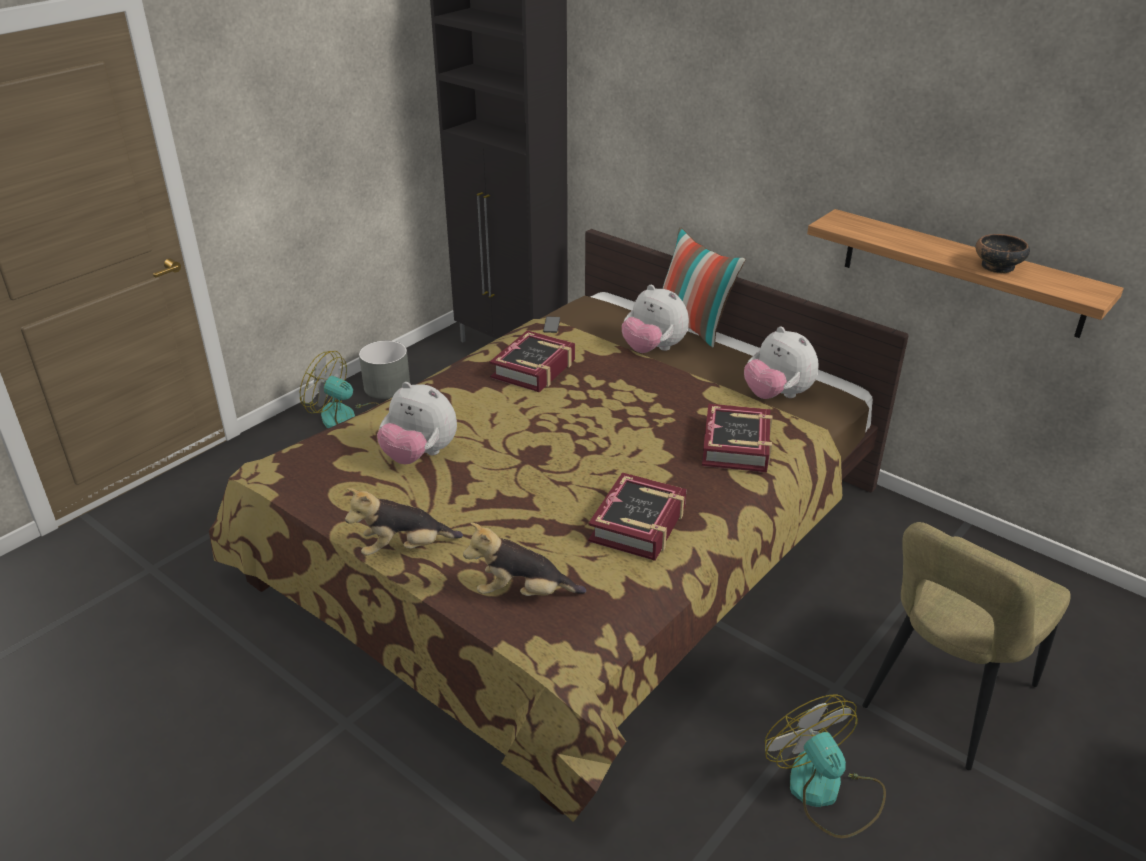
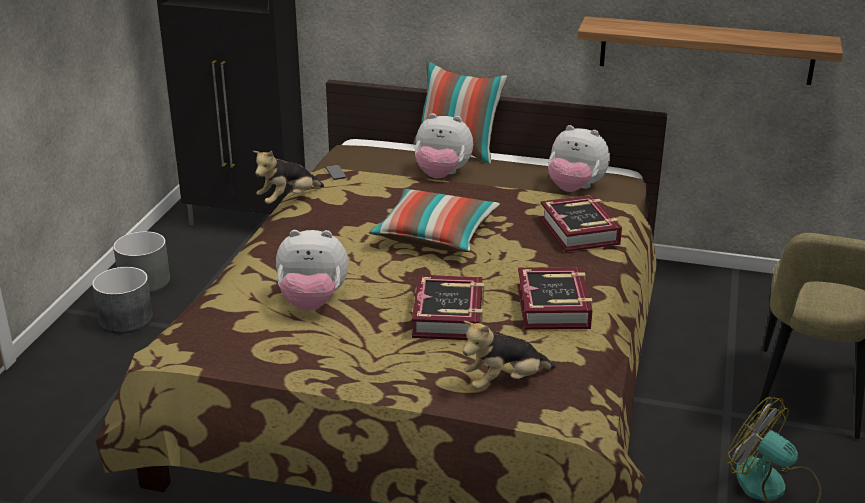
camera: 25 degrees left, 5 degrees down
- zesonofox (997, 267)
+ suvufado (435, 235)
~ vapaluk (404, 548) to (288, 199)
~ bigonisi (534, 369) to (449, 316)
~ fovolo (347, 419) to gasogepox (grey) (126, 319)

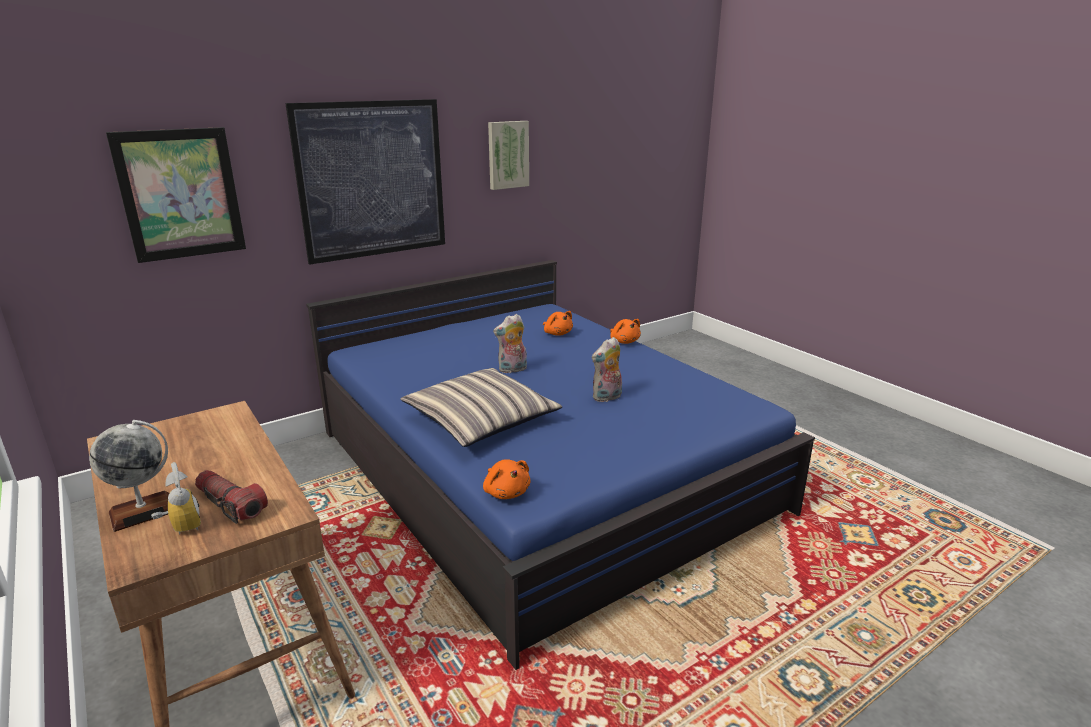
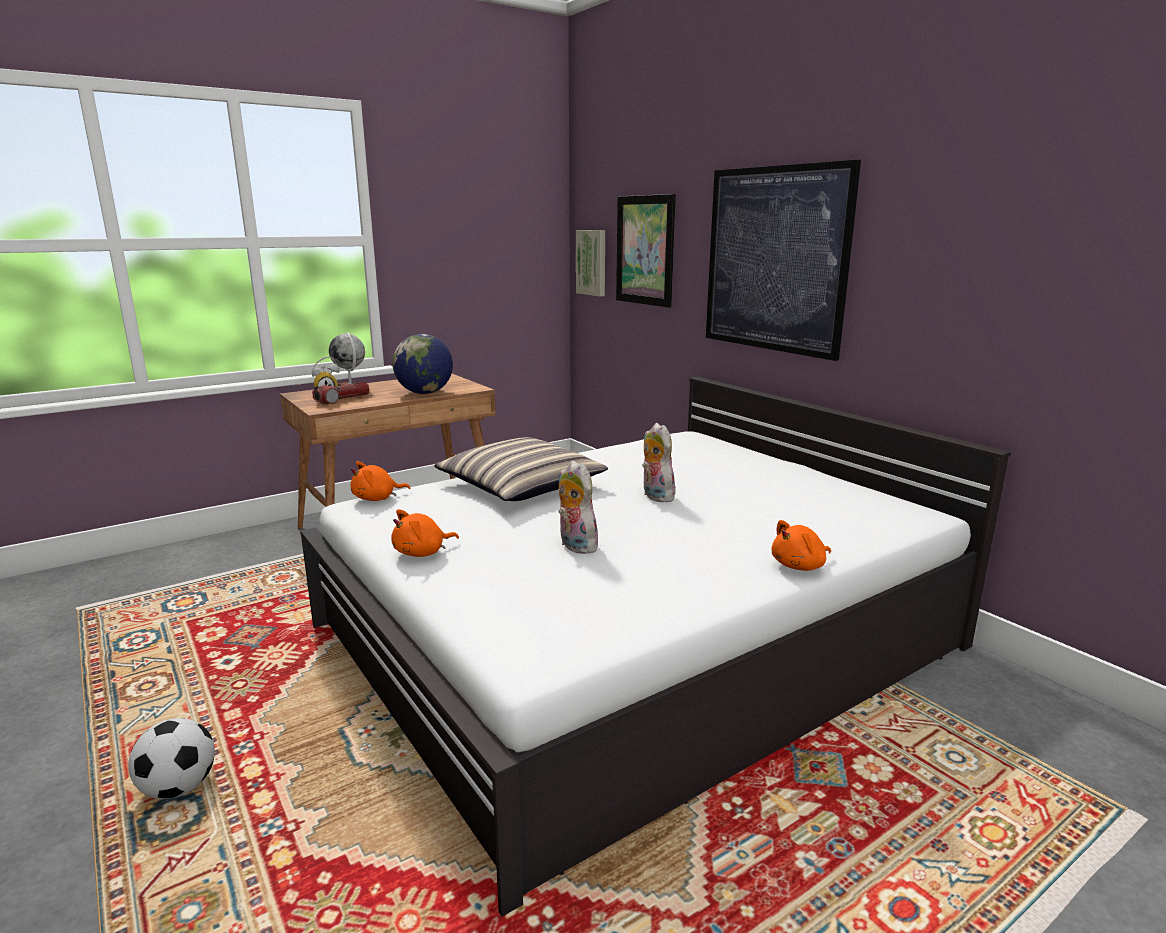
camera: 90 degrees right, 5 degrees down
+ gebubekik (178, 788)
+ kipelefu (425, 393)
~ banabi (507, 154) to (592, 262)
~ vapaluk (orange) (557, 333) to (422, 553)
~ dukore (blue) (538, 469) to dukore (white) (637, 636)

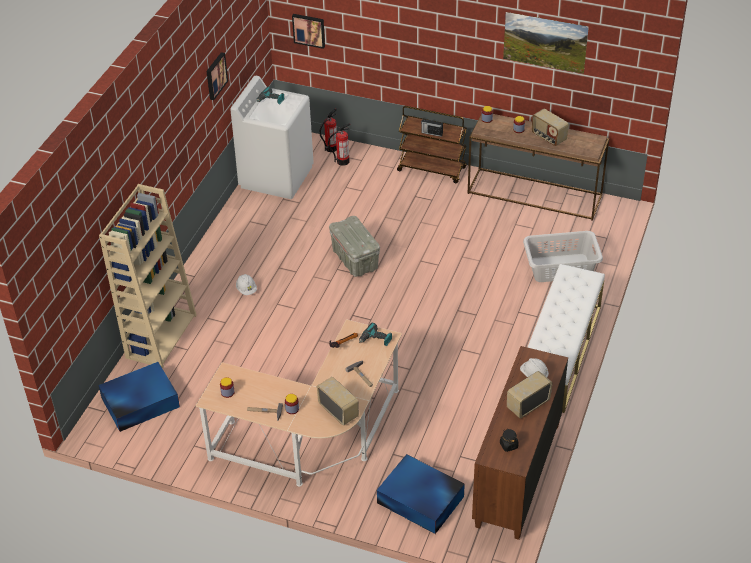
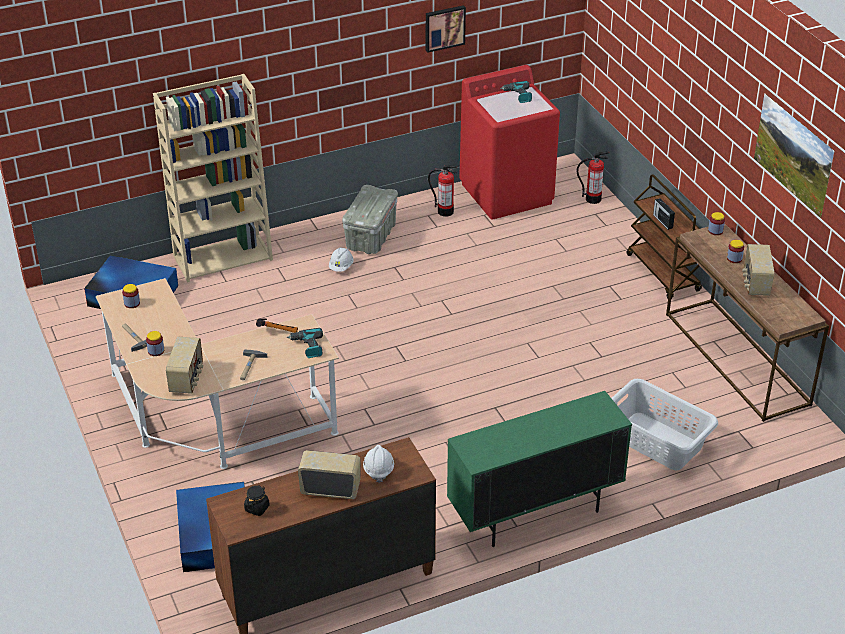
camera: 45 degrees right, 5 degrees down
- banabi (309, 30)
~ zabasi (343, 161) to (445, 211)
~ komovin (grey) (354, 259) to (371, 236)
~ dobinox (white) (560, 352) to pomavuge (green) (534, 513)
~ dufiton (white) (276, 176) to dufiton (red) (507, 193)

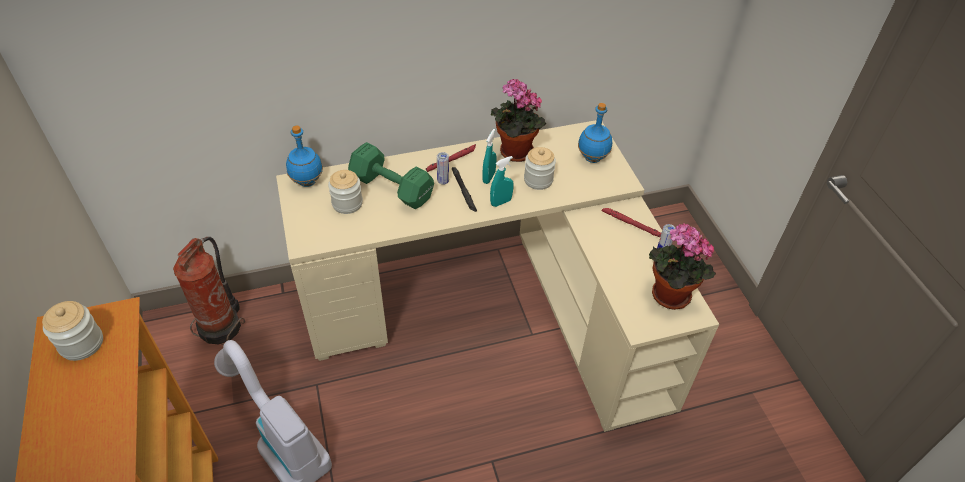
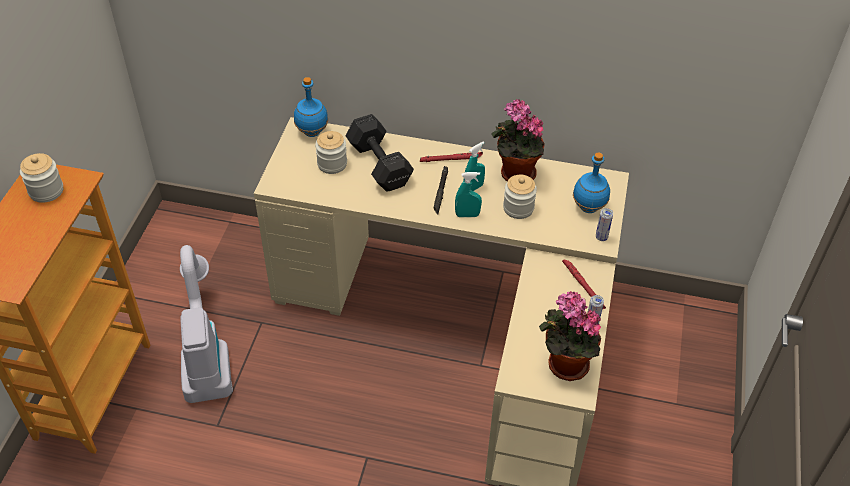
camera: 30 degrees right, 0 degrees up
- zabasi (222, 326)
~ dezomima (443, 181) to (601, 237)
~ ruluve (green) (393, 189) to ruluve (black) (379, 166)

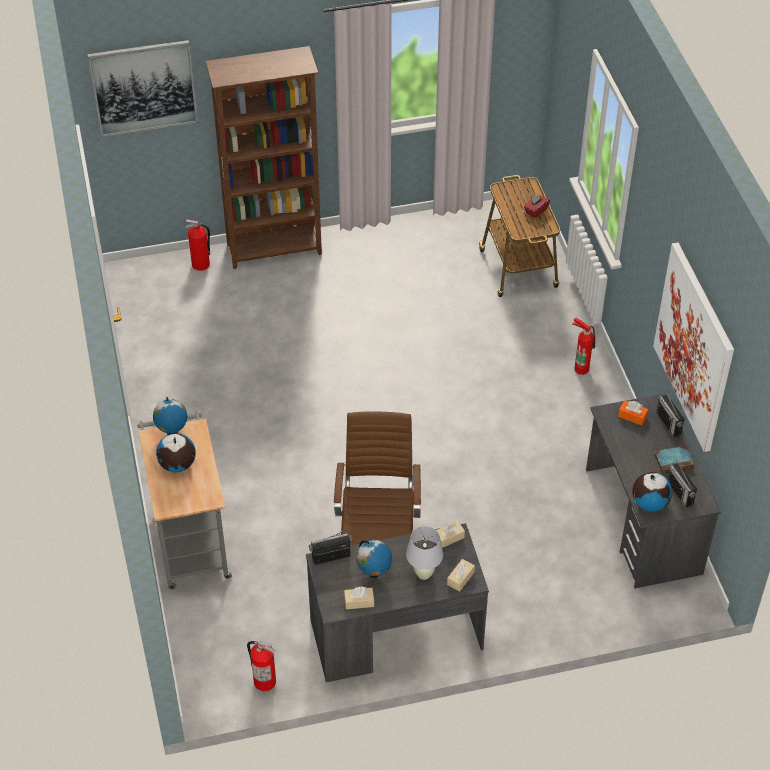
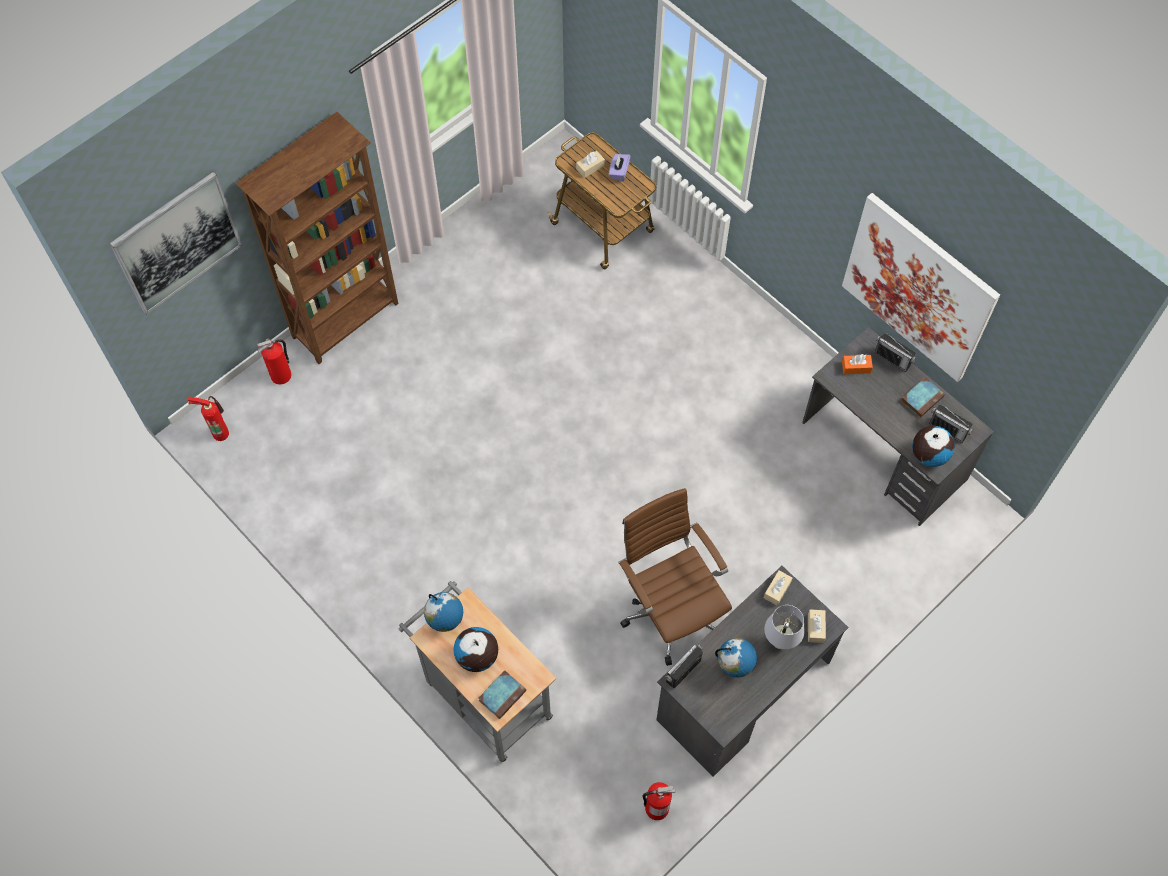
camera: 30 degrees left, 15 degrees up
+ bigonisi (502, 694)
~ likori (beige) (359, 602) to (590, 167)
~ zabasi (581, 367) to (220, 432)
~ likori (red) (536, 211) to likori (purple) (619, 172)

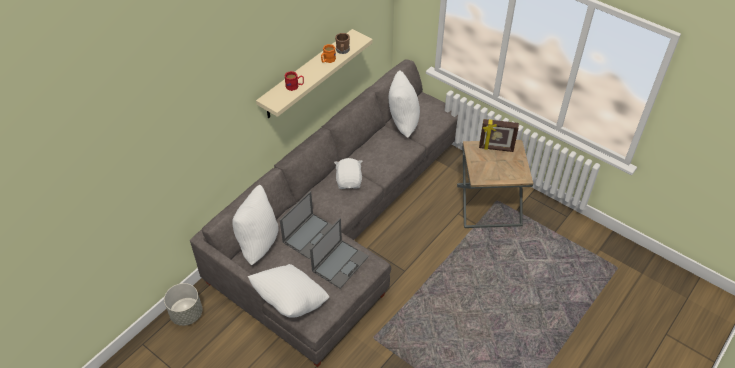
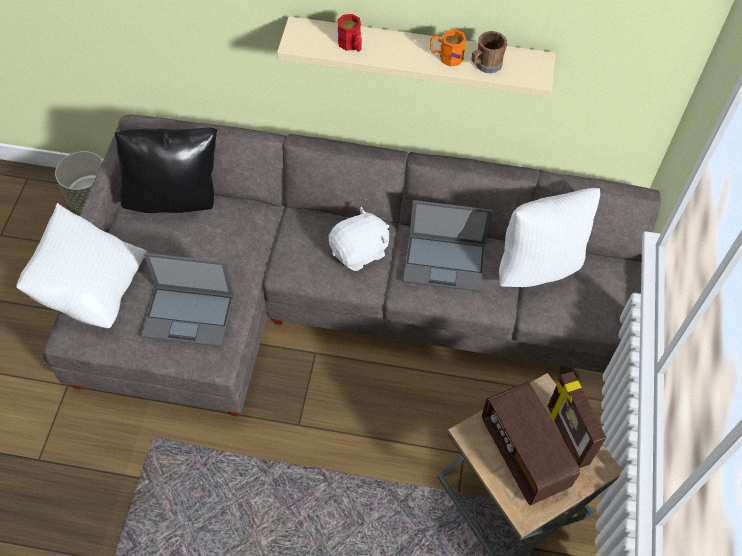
camera: 60 degrees right, 10 degrees up
+ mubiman (524, 453)
~ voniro (310, 235) to (445, 262)
~ suvufado (white) (258, 243) to suvufado (black) (175, 199)

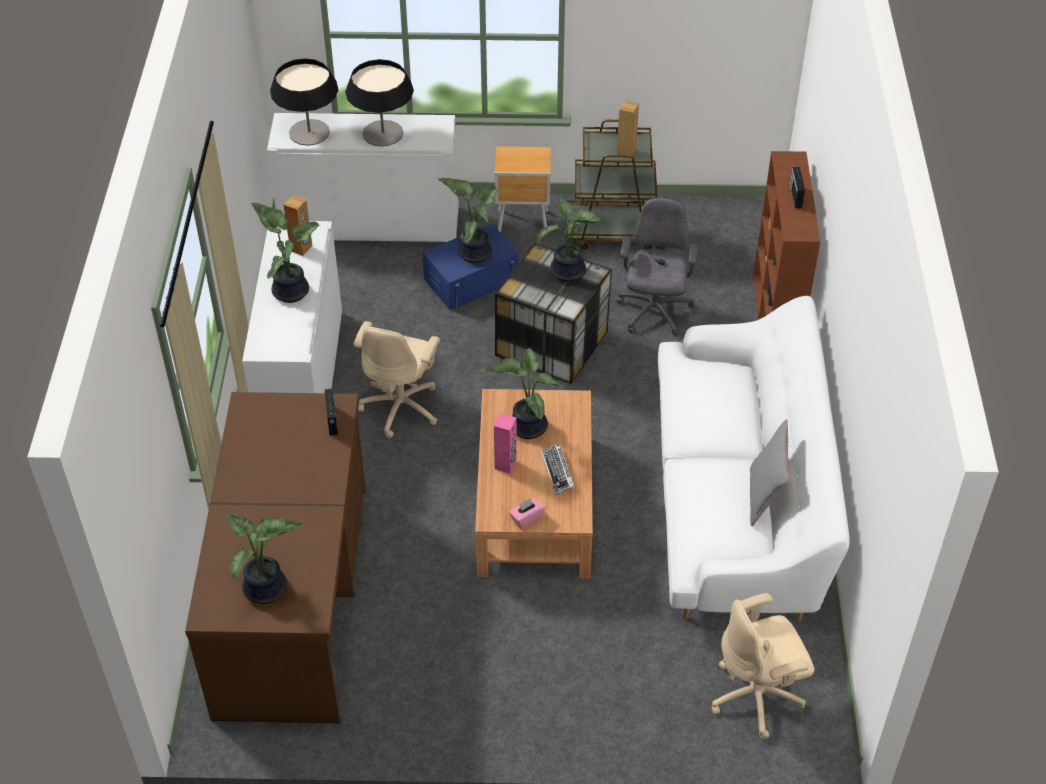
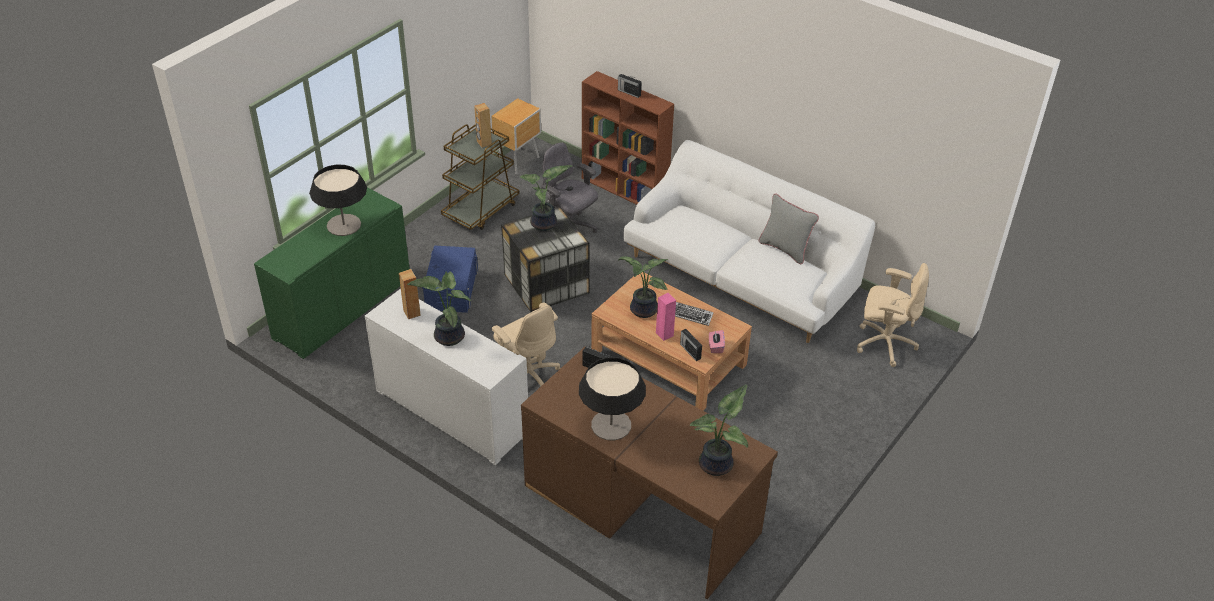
camera: 55 degrees left, 5 degrees down
- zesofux (474, 252)
+ mubiman (690, 351)
~ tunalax (309, 132) to (611, 425)
~ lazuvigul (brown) (524, 223) to (519, 161)
~ pomavuge (white) (370, 224) to pomavuge (green) (343, 308)
~ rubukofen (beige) (757, 696) = (884, 343) 90 degrees counterclockwise

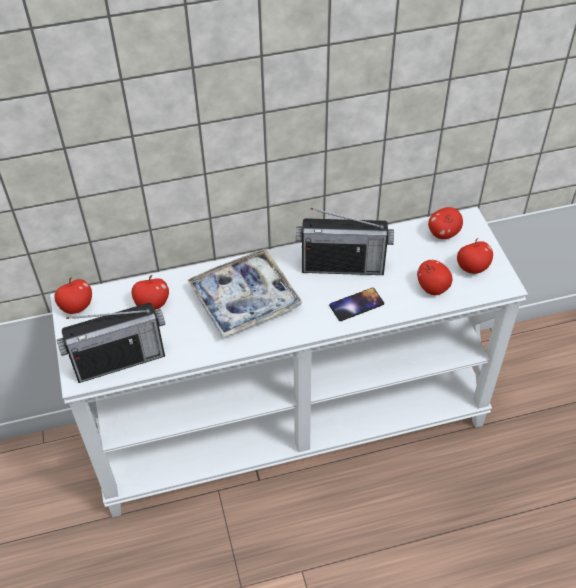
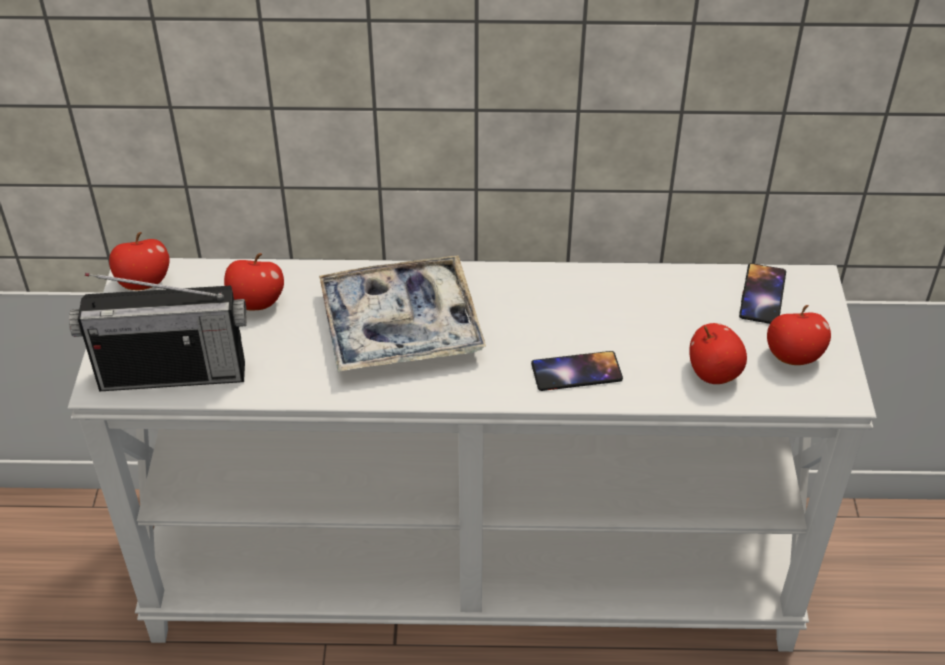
camera: 15 degrees right, 5 degrees down
- mubiman (342, 266)
~ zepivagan (443, 233) to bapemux (762, 294)

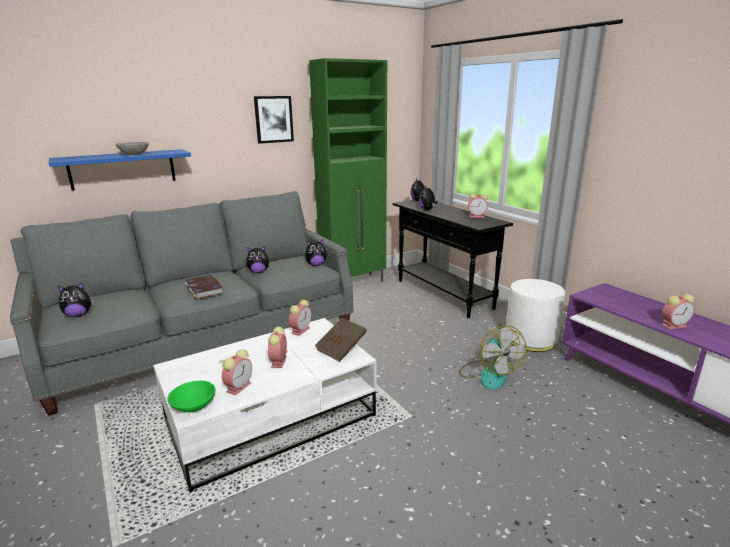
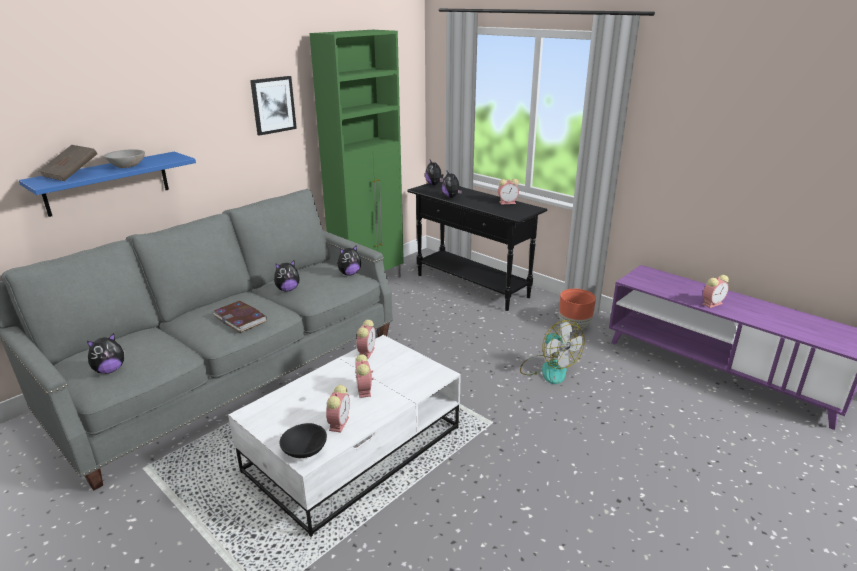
camera: 15 degrees left, 5 degrees up
~ bigonisi (brown) (341, 349) to (71, 174)
~ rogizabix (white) (530, 339) to gasogepox (brown) (574, 326)
~ zesonofox (green) (194, 406) to zesonofox (black) (305, 451)

